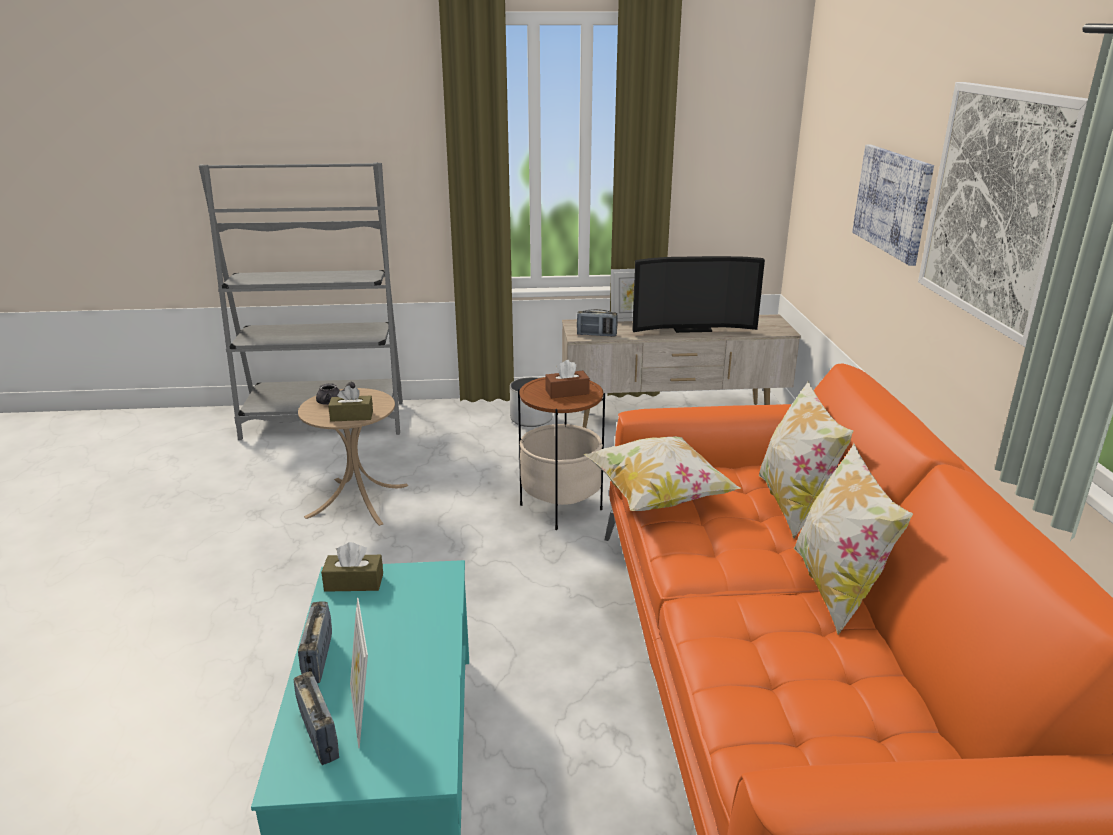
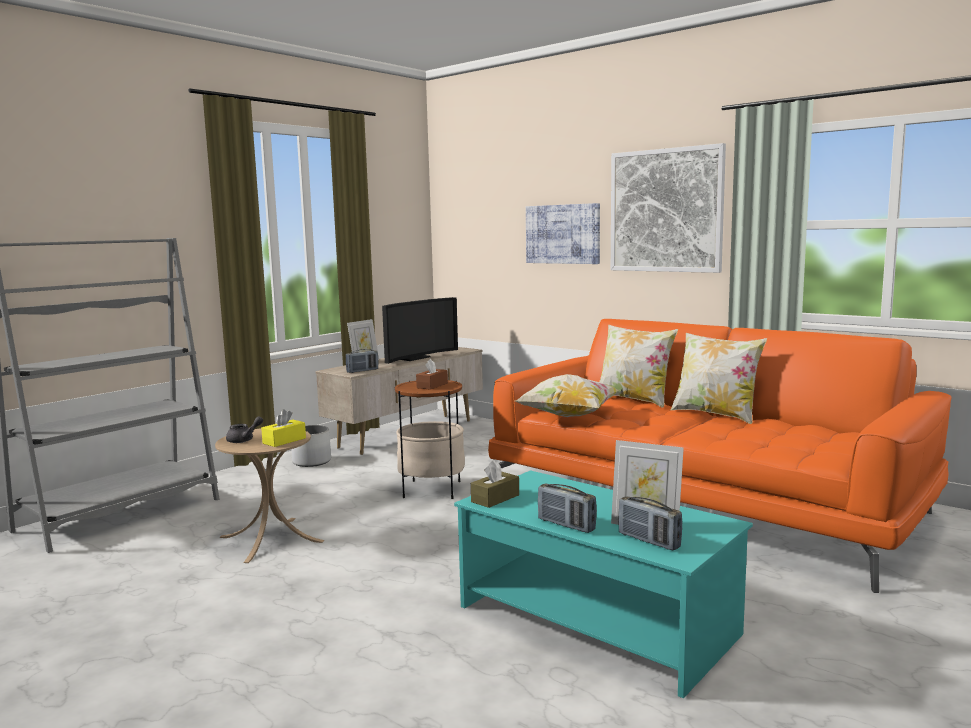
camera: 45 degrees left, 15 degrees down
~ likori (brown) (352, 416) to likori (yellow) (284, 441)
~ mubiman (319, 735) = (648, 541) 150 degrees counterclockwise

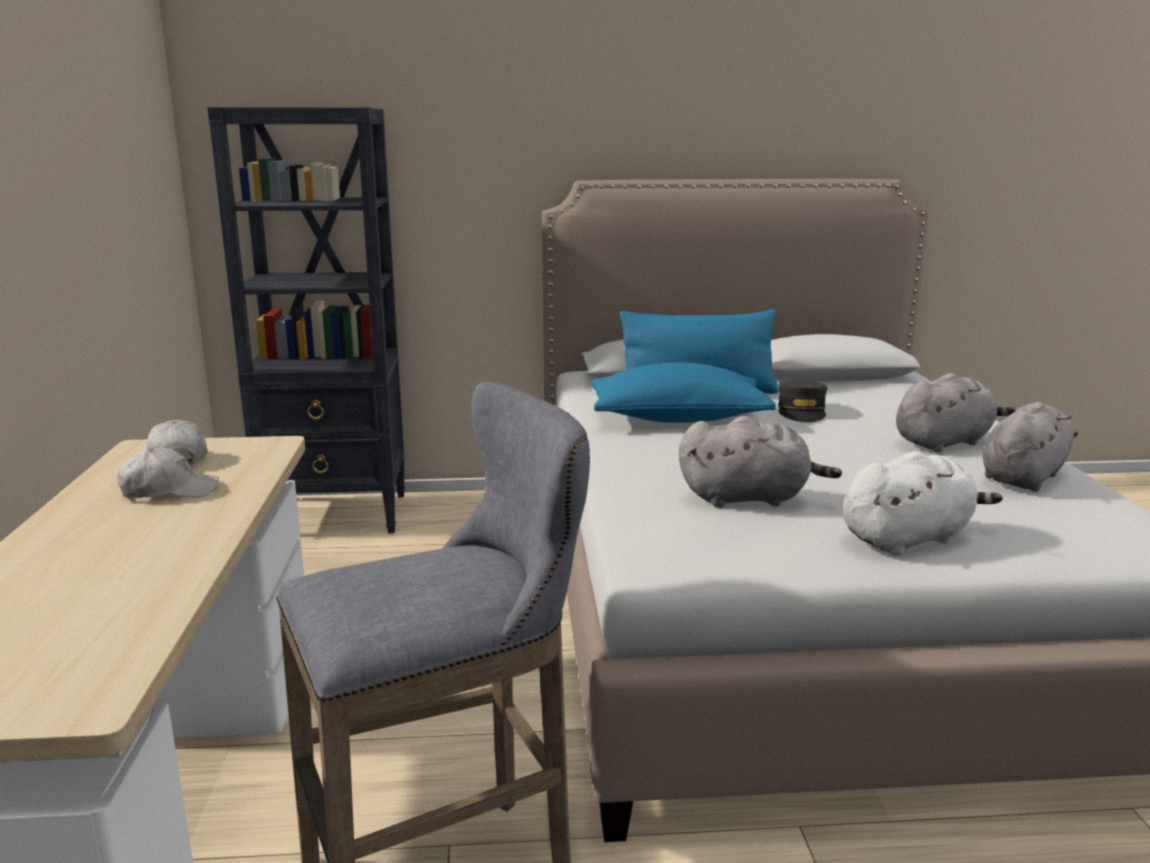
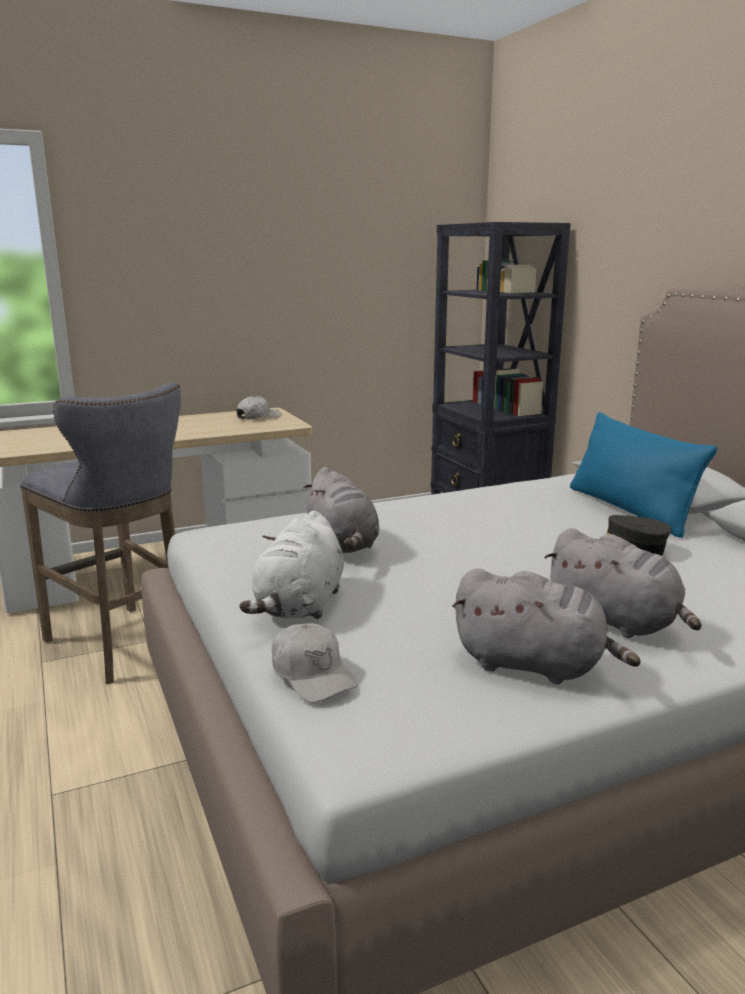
camera: 70 degrees right, 0 degrees up
- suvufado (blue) (678, 419)
~ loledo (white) (169, 490) to (312, 675)
~ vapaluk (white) (909, 538) = (300, 606) 60 degrees clockwise

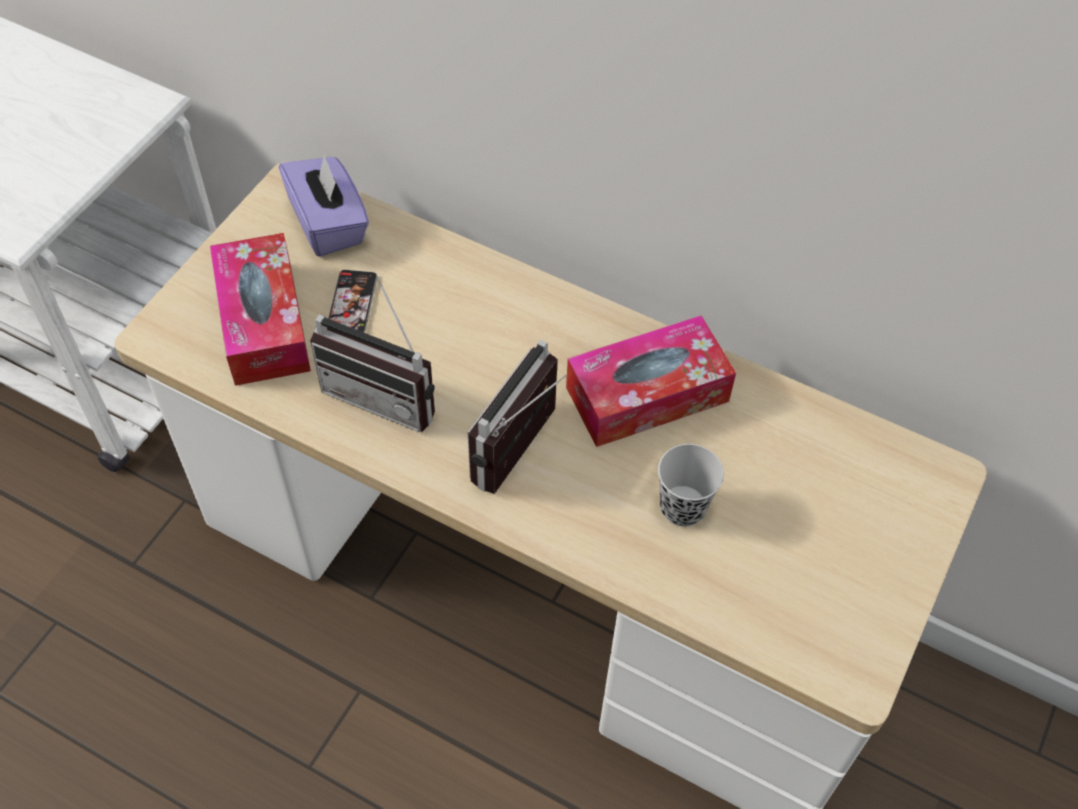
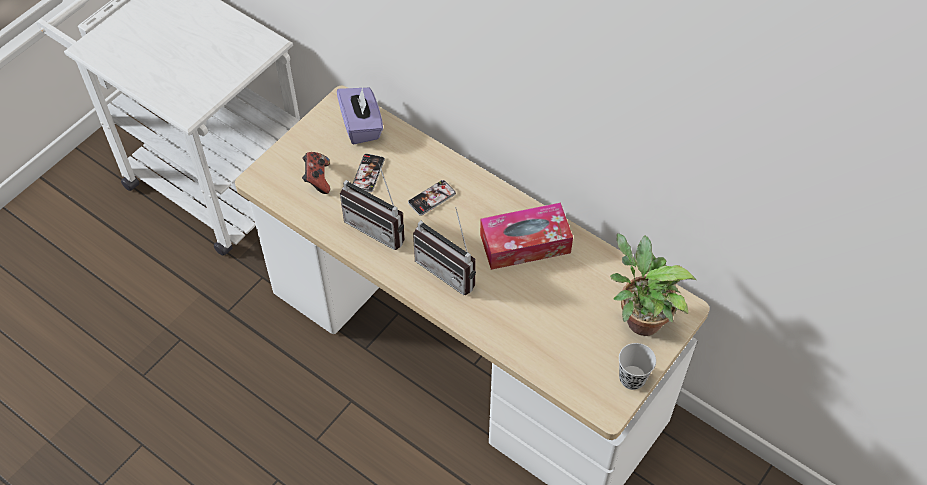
camera: 10 degrees right, 0 degrees up
+ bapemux (432, 198)
+ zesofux (639, 319)
~ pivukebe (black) (682, 507) to (632, 378)
~ likori (263, 322) to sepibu (317, 179)
~ mubiman (525, 454) = (450, 269) 90 degrees counterclockwise

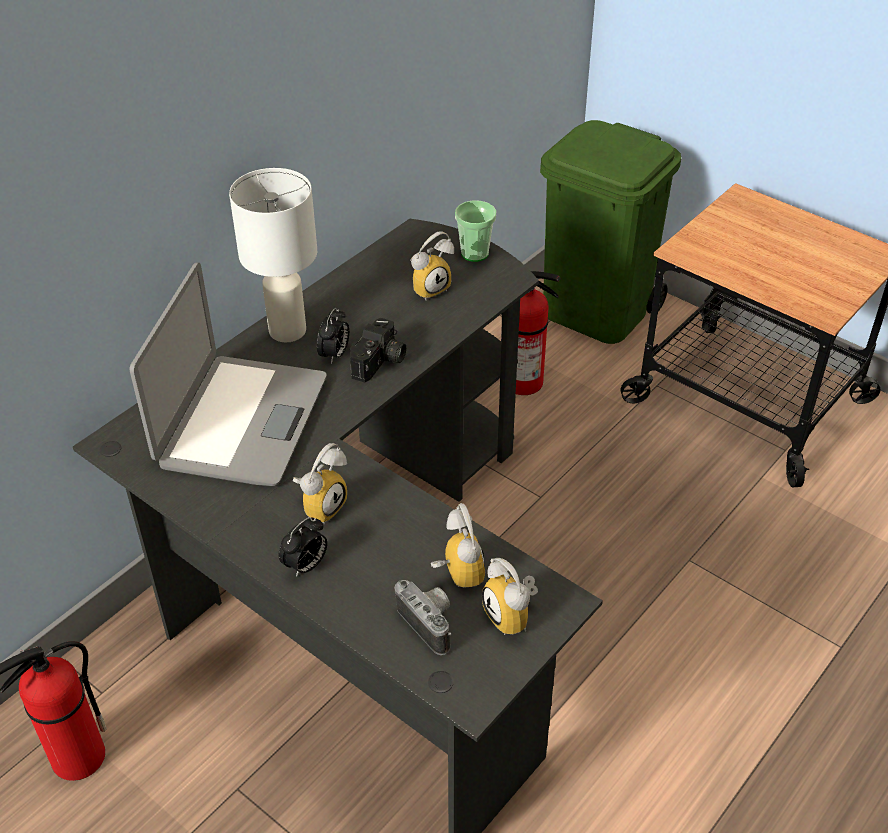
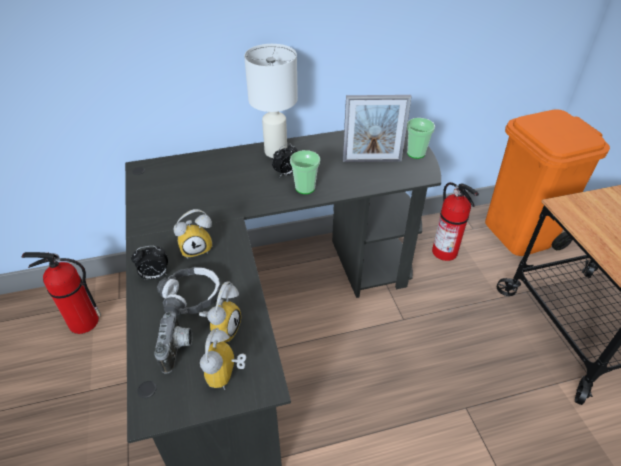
camera: 35 degrees right, 0 degrees up
- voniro (241, 421)
+ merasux (192, 296)
~ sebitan (380, 363) to pivukebe (305, 188)
~ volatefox (429, 287) to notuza (372, 161)
~ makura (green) (597, 312) to makura (orange) (520, 233)

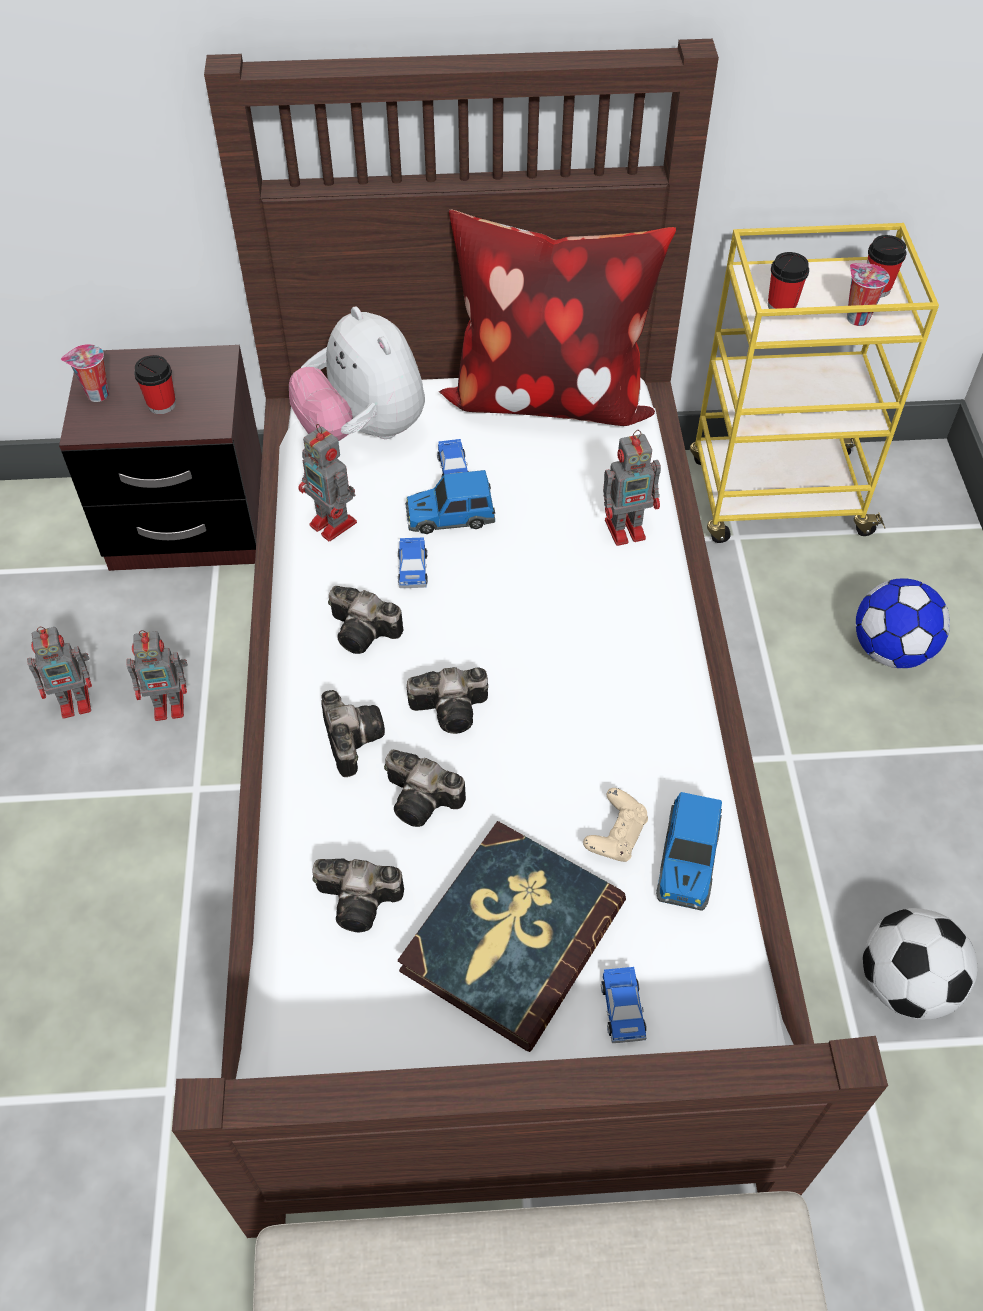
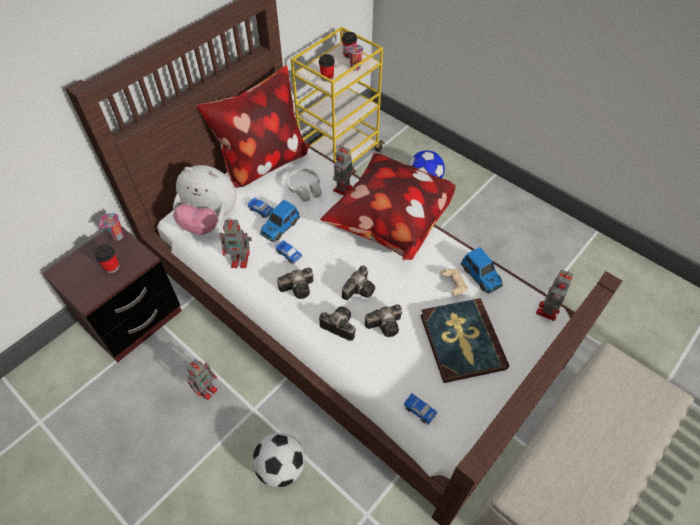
camera: 45 degrees left, 0 degrees up
- sebitan (362, 901)
+ merasux (white) (305, 189)
+ suvufado (388, 224)
~ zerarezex (77, 701) to (547, 310)
~ pivukebe (96, 395) to (117, 237)
~ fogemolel (622, 1009) to (419, 410)
~ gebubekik (905, 984) to (281, 467)

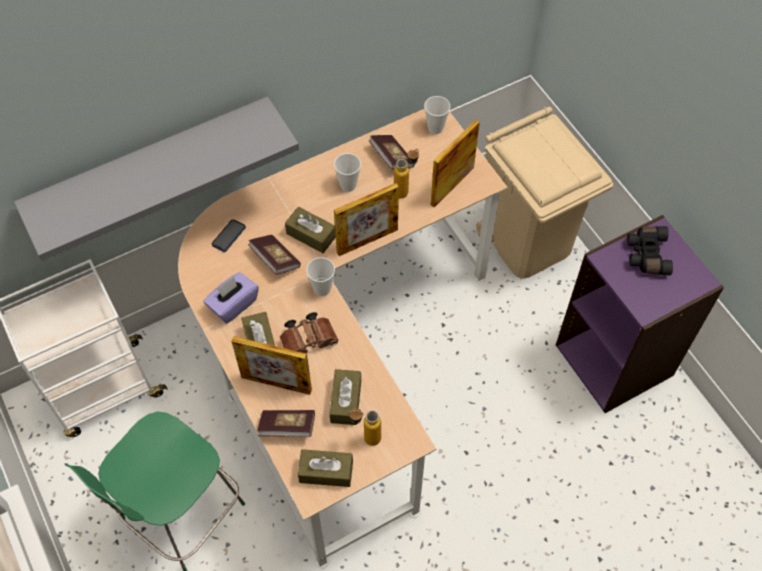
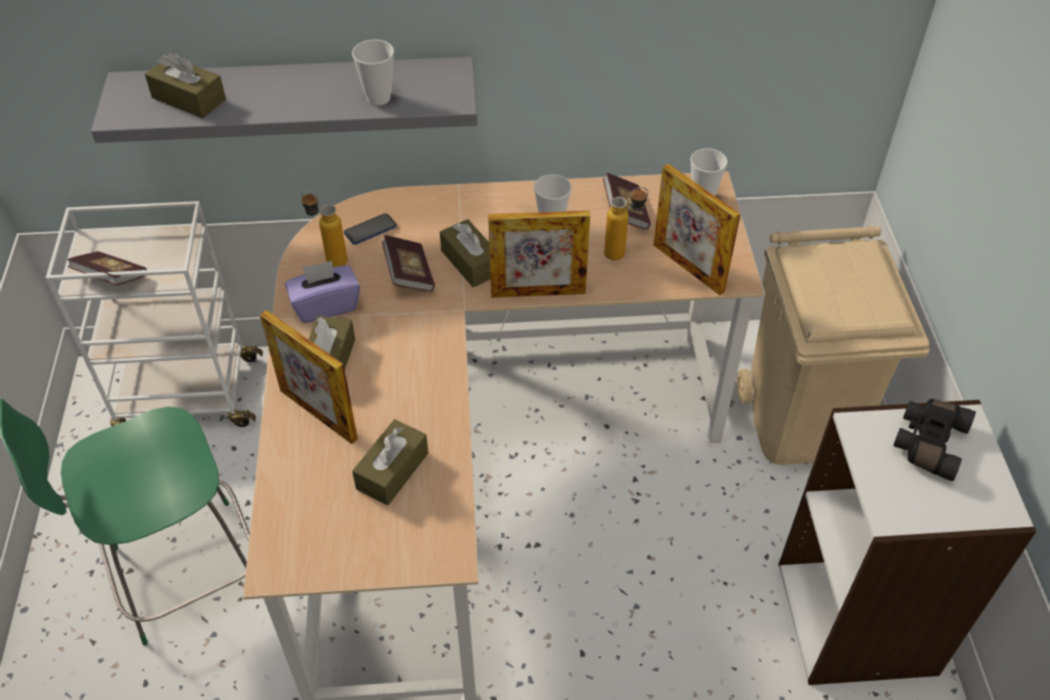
camera: 25 degrees right, 10 degrees down
- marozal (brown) (310, 340)
~ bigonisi (287, 427) to (111, 278)
~ likori (brown) (326, 472) to (189, 99)
~ pivukebe (322, 289) to (378, 98)
~ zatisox (365, 438) to (329, 259)
~ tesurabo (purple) (615, 359) to tesurabo (white) (858, 618)
~ notuza (452, 186) = (688, 268) 105 degrees counterclockwise

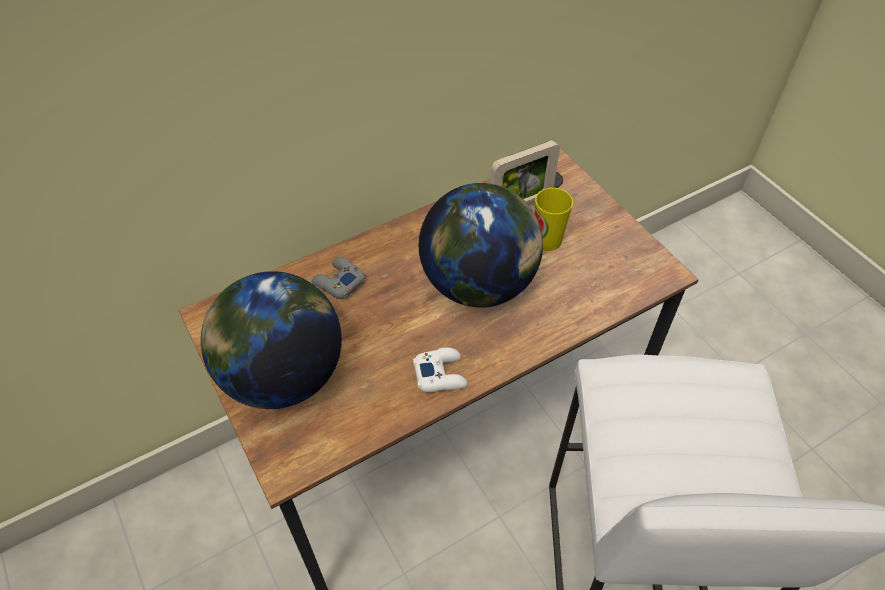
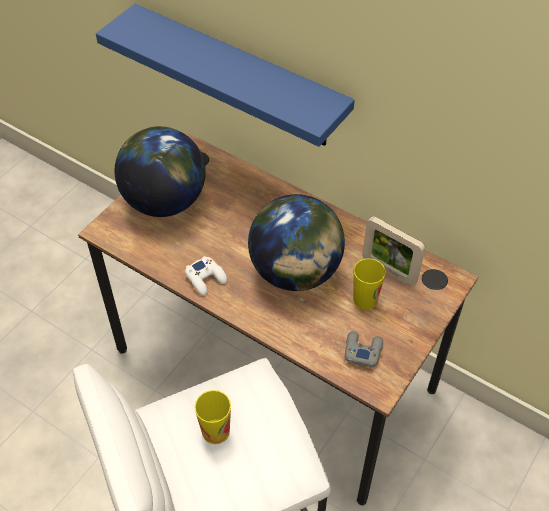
camera: 65 degrees right, 0 degrees up
+ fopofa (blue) (239, 77)
+ pivukebe (215, 431)
~ sepibu (grey) (338, 282) to (362, 351)

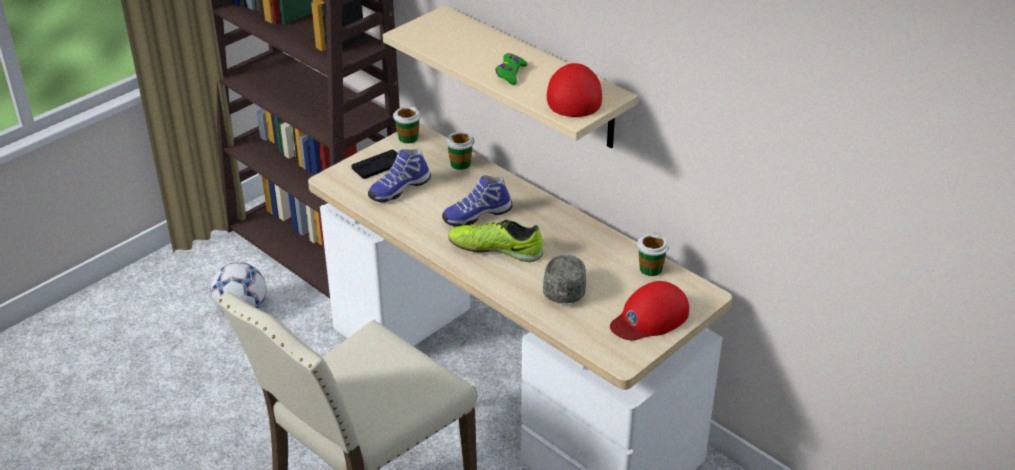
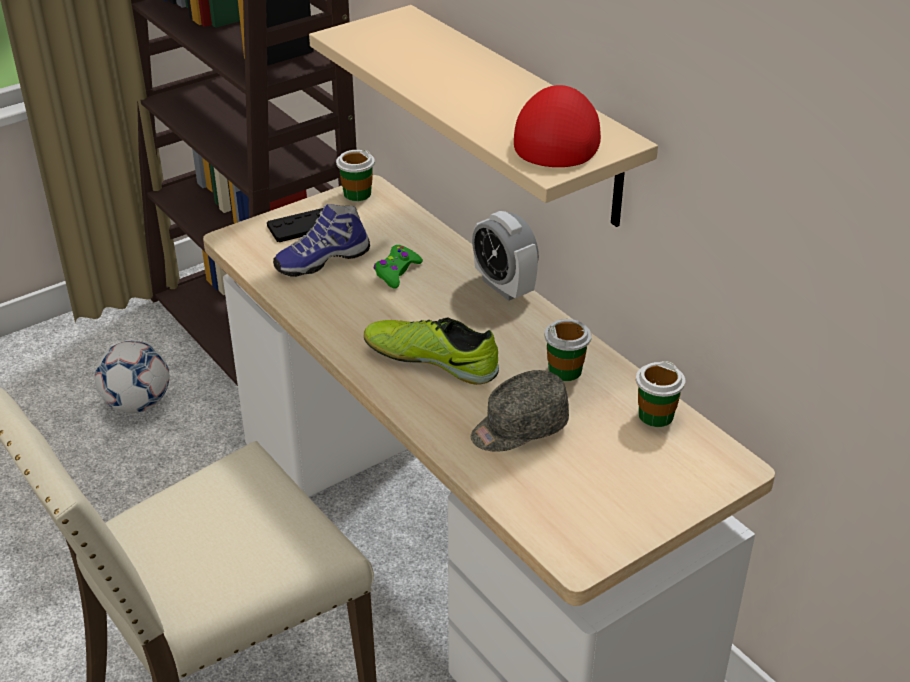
camera: 10 degrees right, 0 degrees up
- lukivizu (476, 214)
- loledo (red) (649, 318)
+ volatefox (504, 286)
~ pivukebe (460, 164) to (565, 370)
~ sepibu (green) (510, 73) to (396, 272)
~ loledo (grey) (565, 287) = (518, 428) 135 degrees counterclockwise

